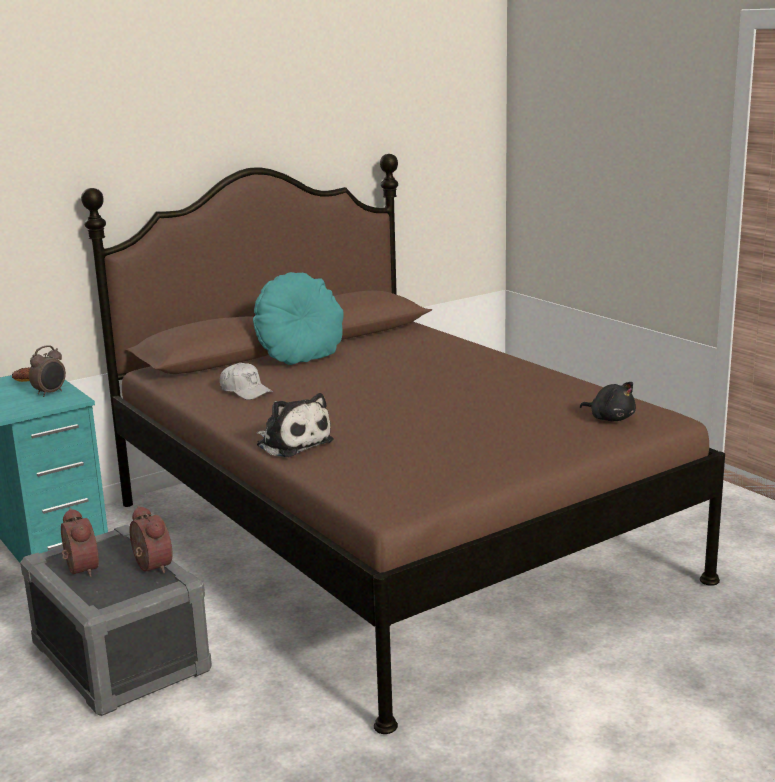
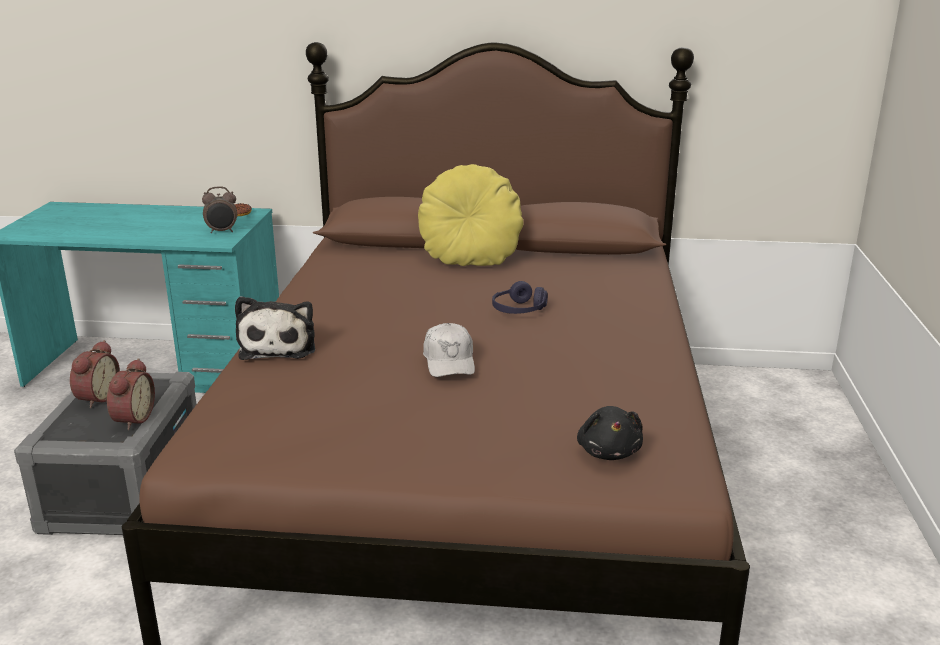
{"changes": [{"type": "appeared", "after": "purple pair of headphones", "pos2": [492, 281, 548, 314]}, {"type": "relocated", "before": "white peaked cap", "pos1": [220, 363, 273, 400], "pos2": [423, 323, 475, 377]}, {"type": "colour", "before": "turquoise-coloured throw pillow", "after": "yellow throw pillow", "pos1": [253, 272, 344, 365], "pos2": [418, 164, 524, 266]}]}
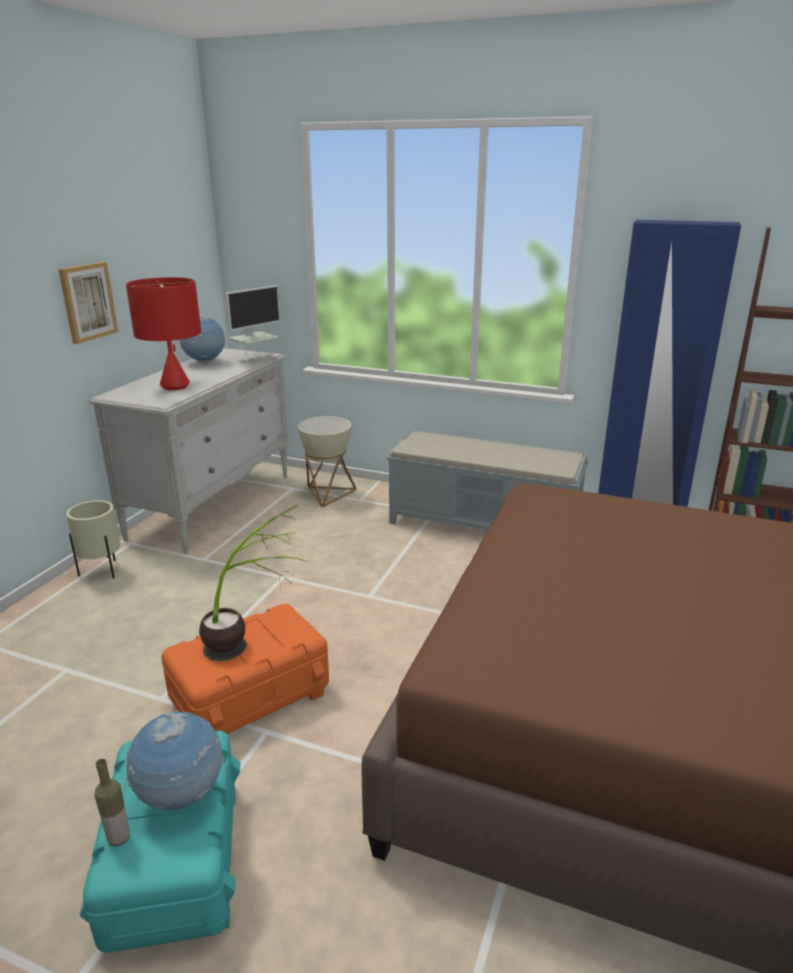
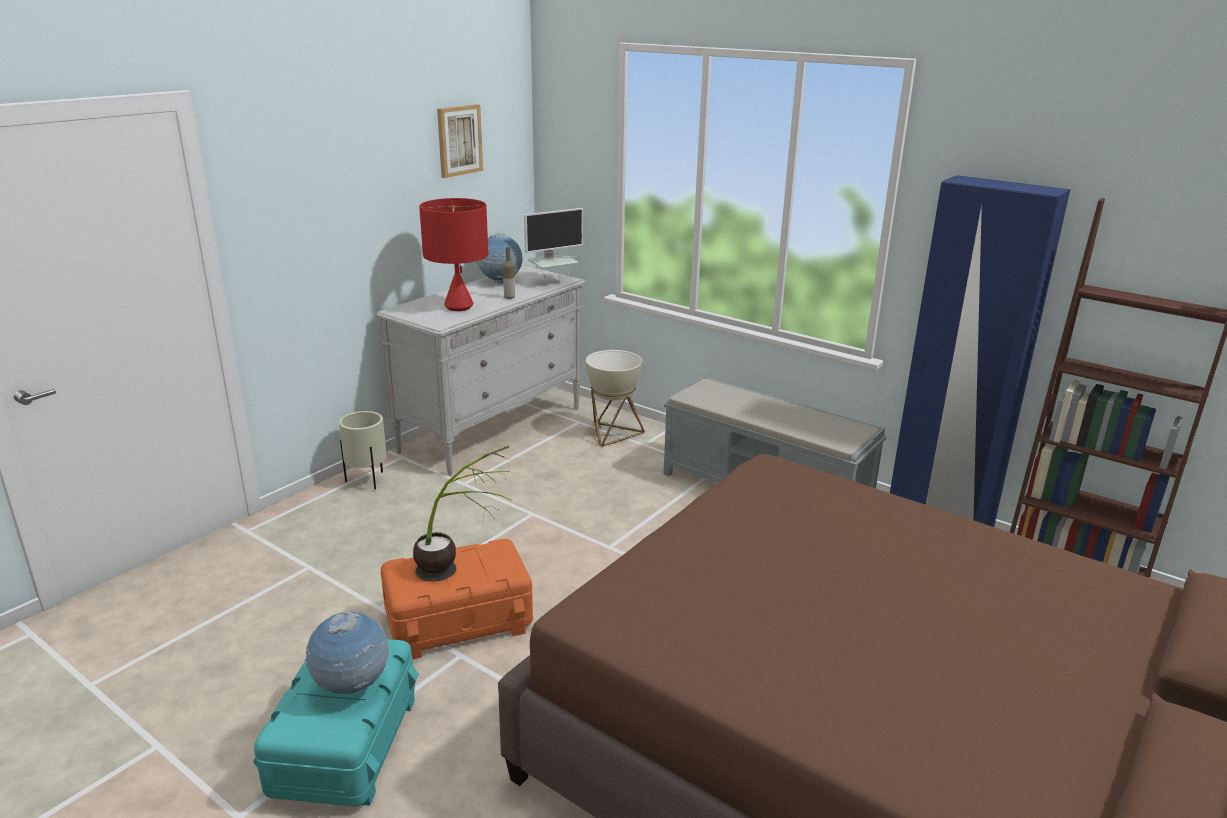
{"changes": [{"type": "relocated", "before": "picture", "pos1": [58, 262, 118, 344], "pos2": [437, 104, 483, 178]}, {"type": "relocated", "before": "beverage bottle", "pos1": [95, 759, 130, 846], "pos2": [503, 247, 515, 299]}]}
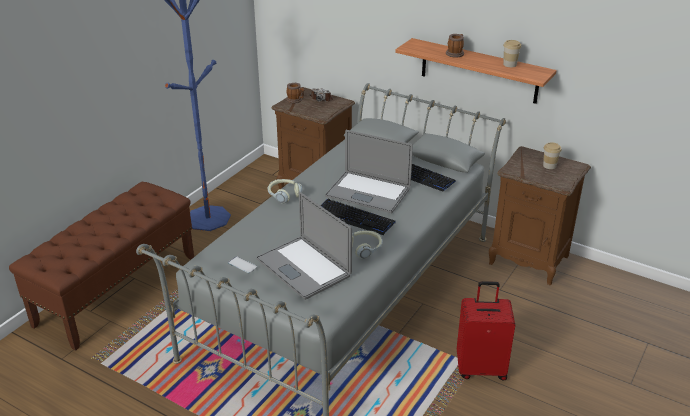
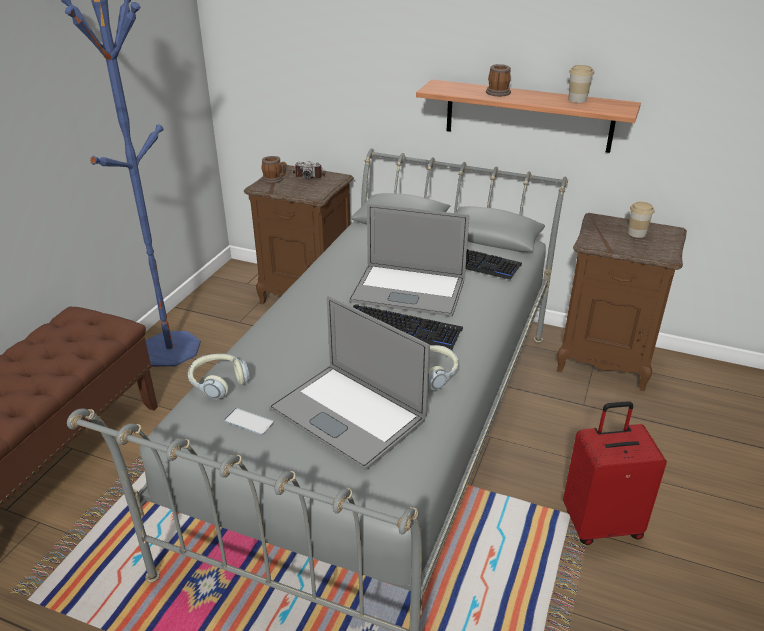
{"changes": [{"type": "relocated", "before": "pair of headphones", "pos1": [268, 179, 303, 204], "pos2": [188, 354, 250, 399]}]}
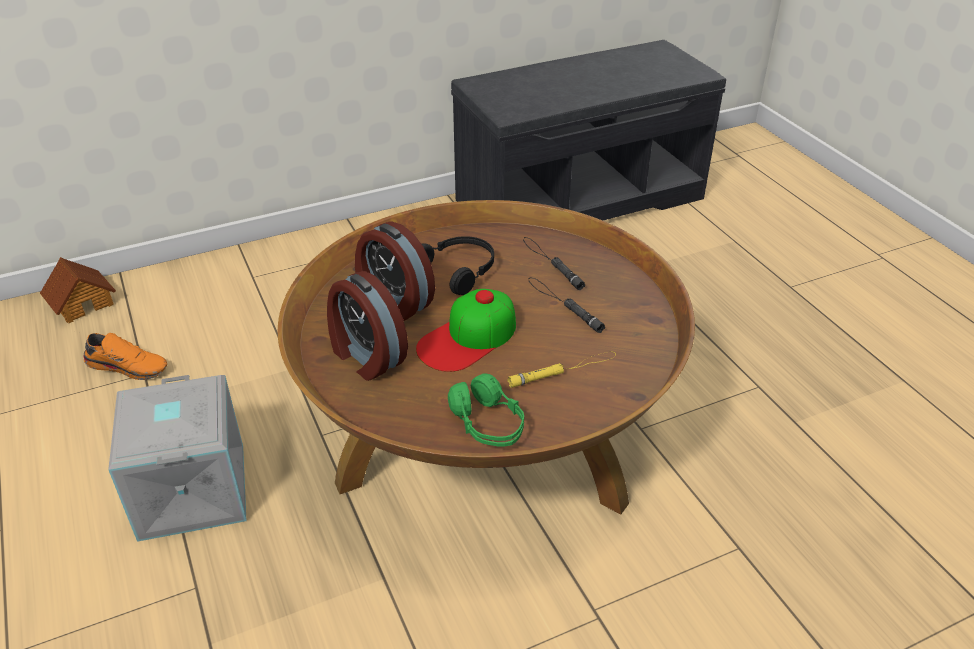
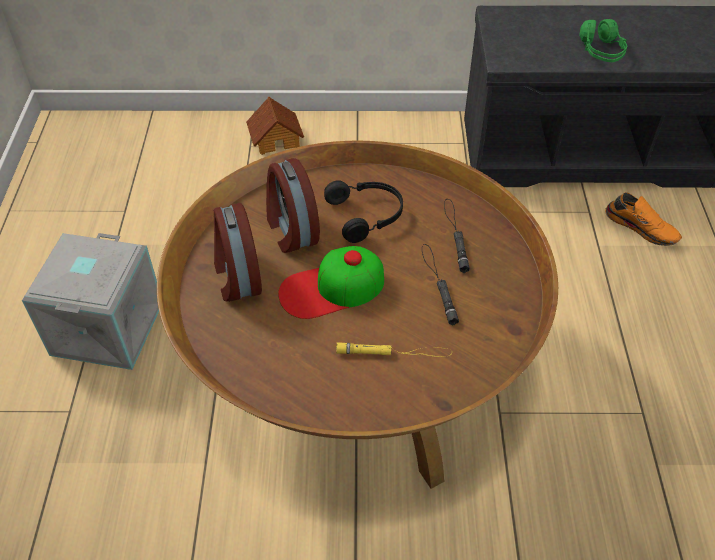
{"changes": [{"type": "relocated", "before": "toy house", "pos1": [40, 257, 116, 323], "pos2": [246, 97, 304, 155]}, {"type": "relocated", "before": "orangey item of footwear", "pos1": [84, 333, 167, 380], "pos2": [605, 192, 682, 246]}, {"type": "relocated", "before": "green pair of headphones", "pos1": [448, 374, 524, 447], "pos2": [580, 19, 627, 62]}]}
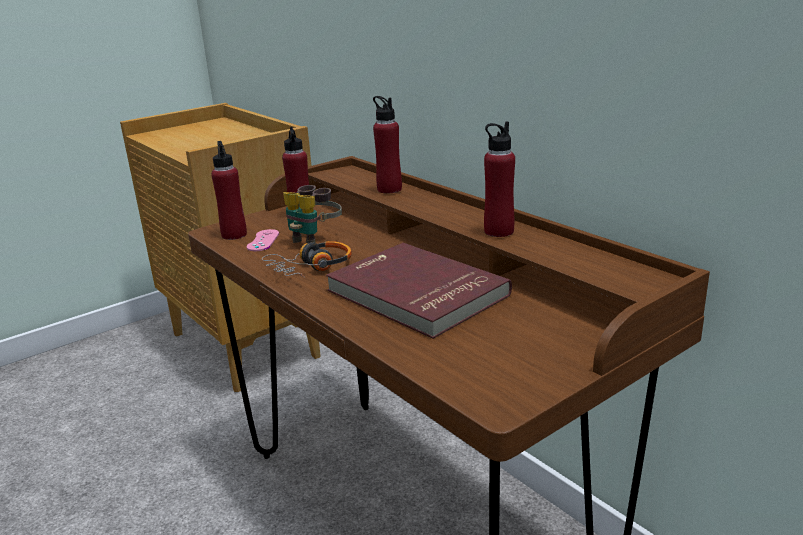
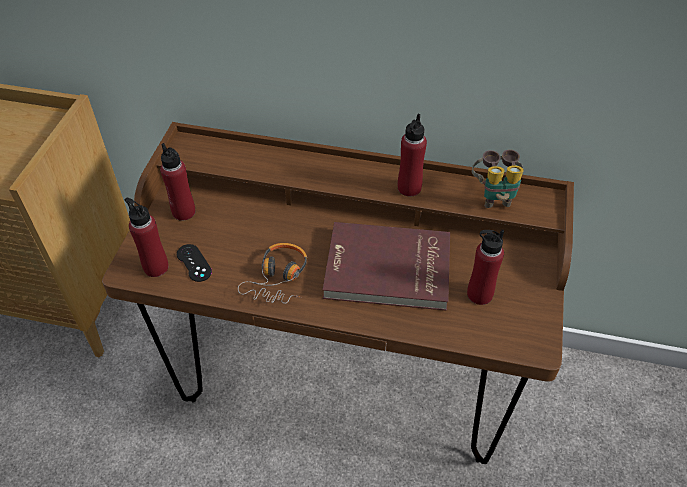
{"changes": [{"type": "relocated", "before": "pair of binoculars", "pos1": [283, 185, 342, 243], "pos2": [472, 149, 524, 208]}, {"type": "relocated", "before": "red-coloured beverage bottle", "pos1": [373, 96, 402, 194], "pos2": [467, 230, 504, 305]}, {"type": "colour", "before": "pink-coloured joypad", "after": "black-coloured joypad", "pos1": [247, 229, 279, 251], "pos2": [177, 244, 212, 282]}]}
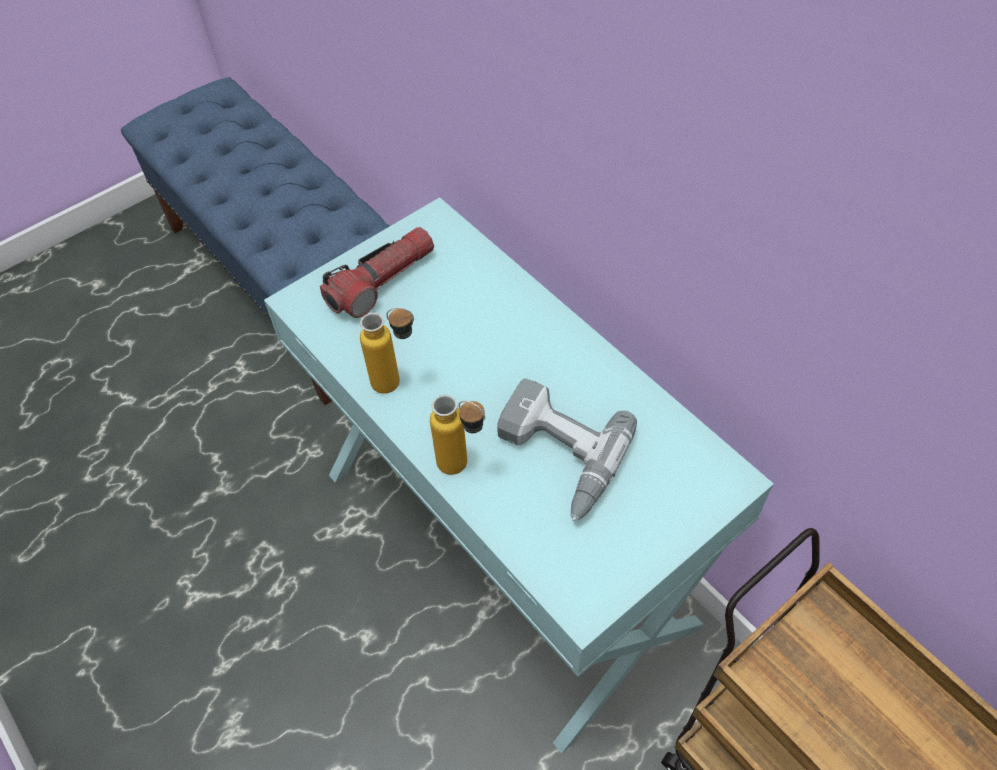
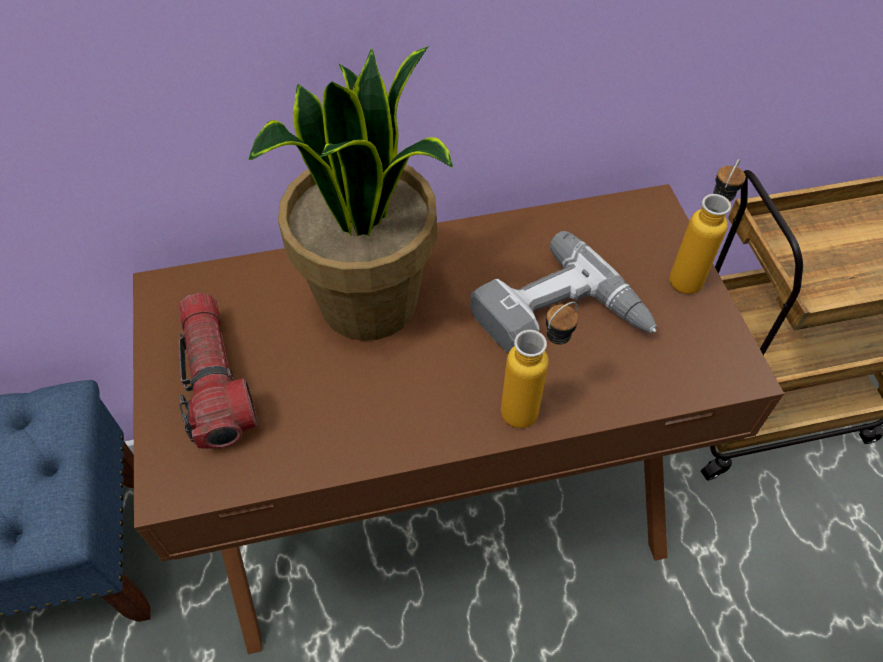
{"changes": [{"type": "appeared", "after": "plant in a pot", "pos2": [248, 46, 453, 341]}, {"type": "relocated", "before": "beverage bottle", "pos1": [360, 307, 414, 394], "pos2": [669, 159, 746, 294]}, {"type": "colour", "before": "turquoise-coloured desk unit", "after": "brown-coloured desk unit", "pos1": [264, 197, 774, 753], "pos2": [133, 184, 784, 654]}]}
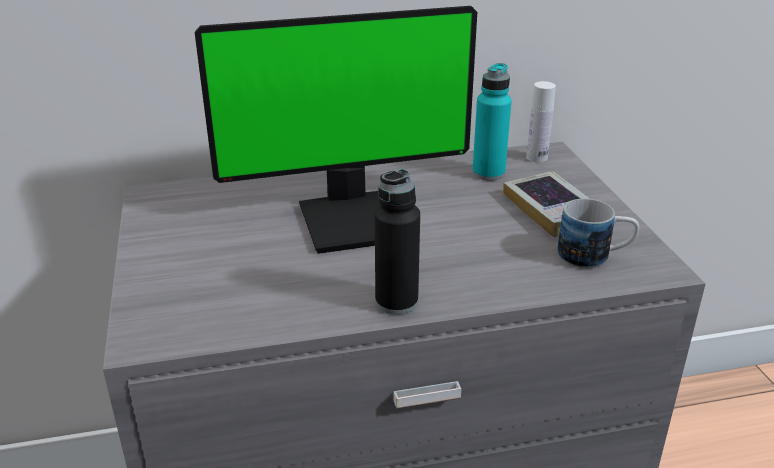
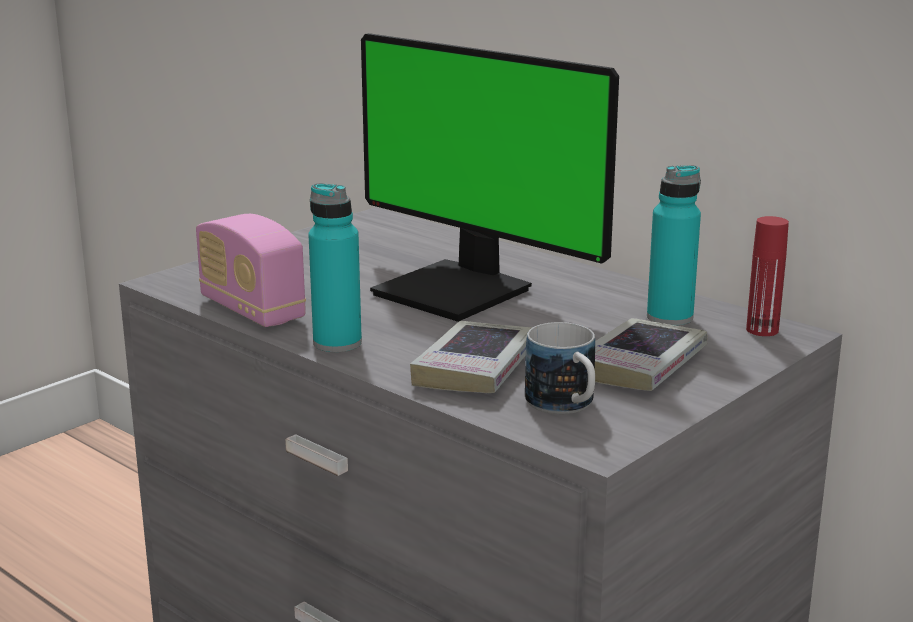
{"changes": [{"type": "appeared", "after": "radio", "pos2": [196, 214, 306, 327]}, {"type": "appeared", "after": "book", "pos2": [410, 321, 533, 393]}, {"type": "colour", "before": "black-coloured beverage bottle", "after": "turquoise-coloured beverage bottle", "pos1": [375, 169, 420, 315], "pos2": [308, 183, 362, 352]}, {"type": "colour", "before": "white beverage bottle", "after": "red-coloured beverage bottle", "pos1": [526, 81, 556, 162], "pos2": [746, 216, 789, 336]}]}
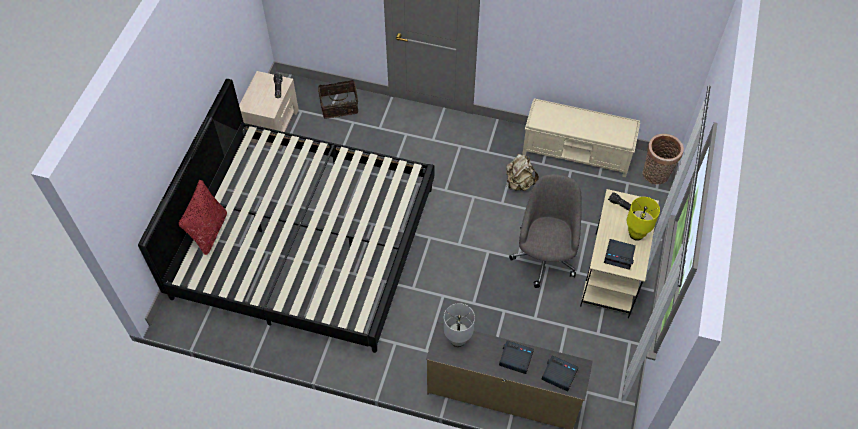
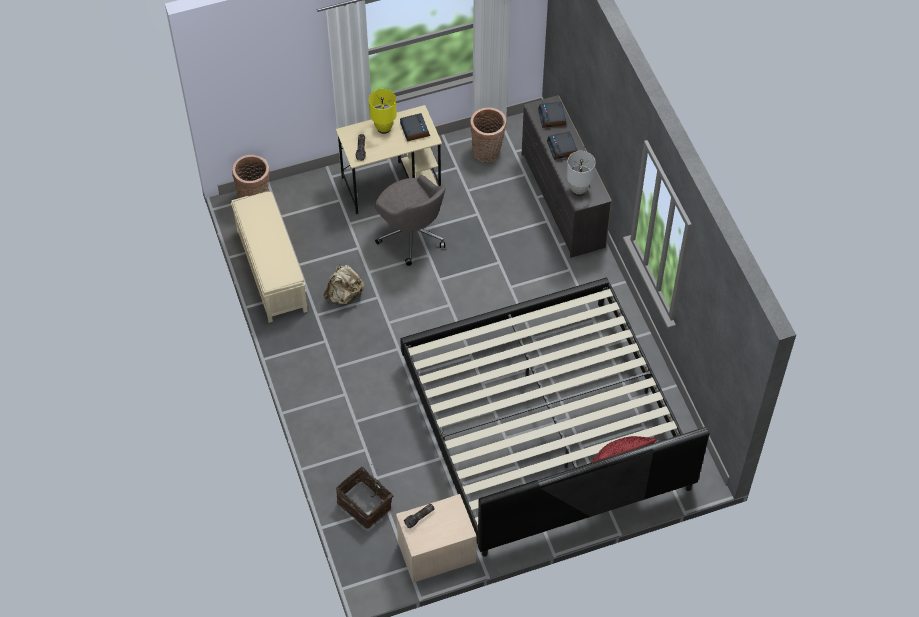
{"changes": [{"type": "appeared", "after": "storage basket", "pos2": [470, 107, 506, 162]}, {"type": "spun", "before": "greyish office chair", "pos1": [509, 174, 582, 288], "pos2": [375, 175, 446, 266], "turn": -105}]}
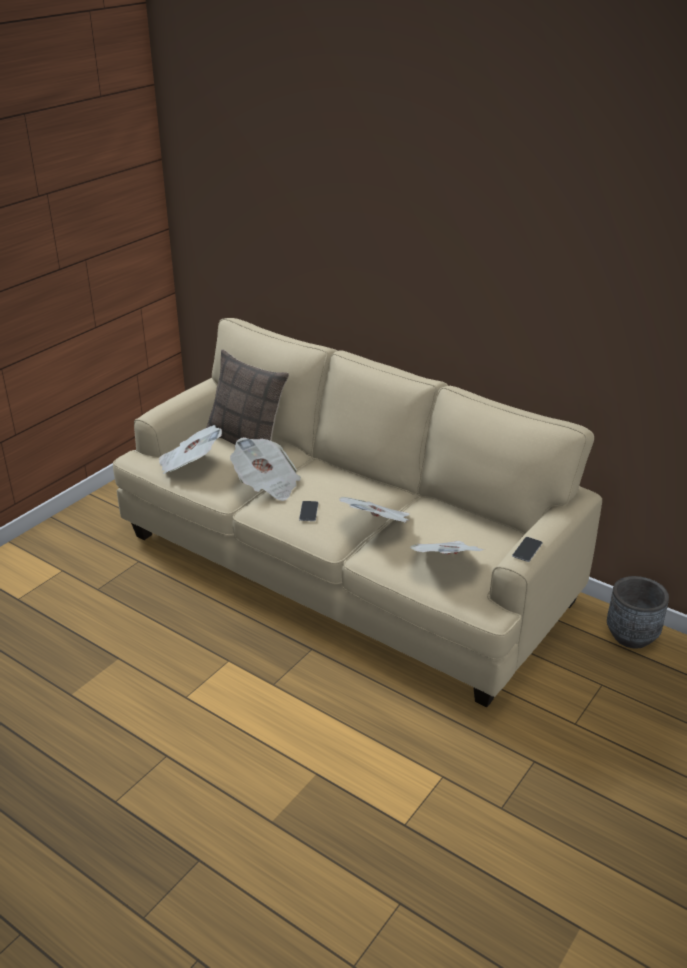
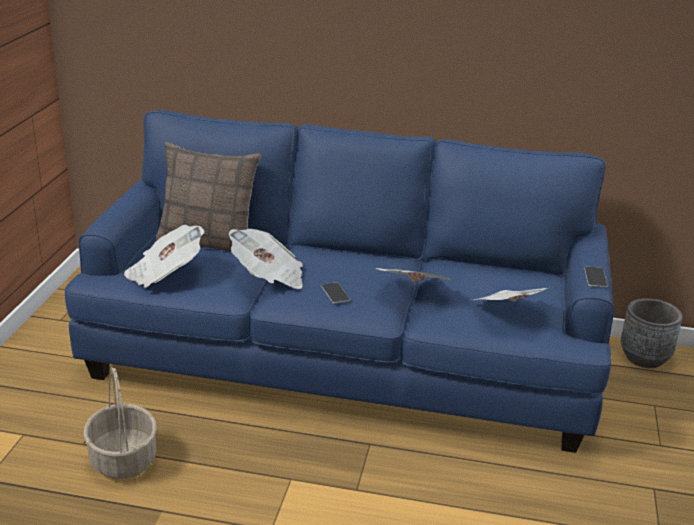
{"changes": [{"type": "appeared", "after": "storage basket", "pos2": [83, 367, 157, 479]}, {"type": "colour", "before": "beige-coloured settee", "after": "blue-coloured settee", "pos1": [113, 318, 602, 707], "pos2": [65, 110, 614, 453]}]}
